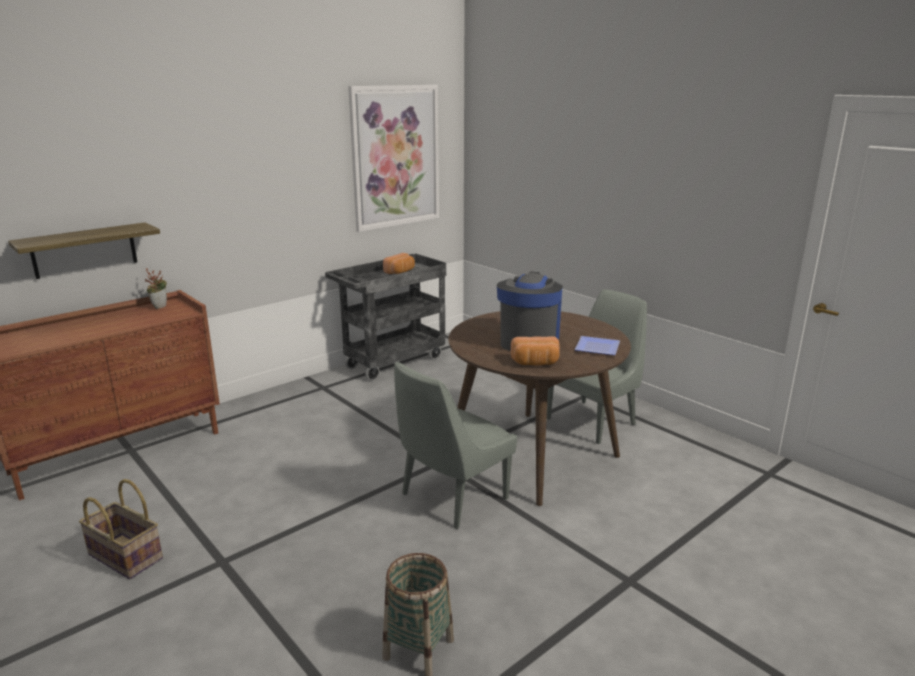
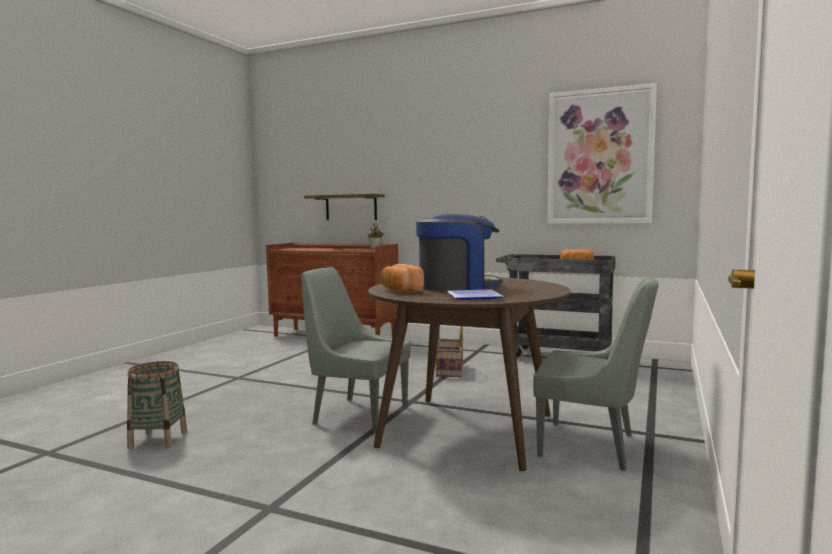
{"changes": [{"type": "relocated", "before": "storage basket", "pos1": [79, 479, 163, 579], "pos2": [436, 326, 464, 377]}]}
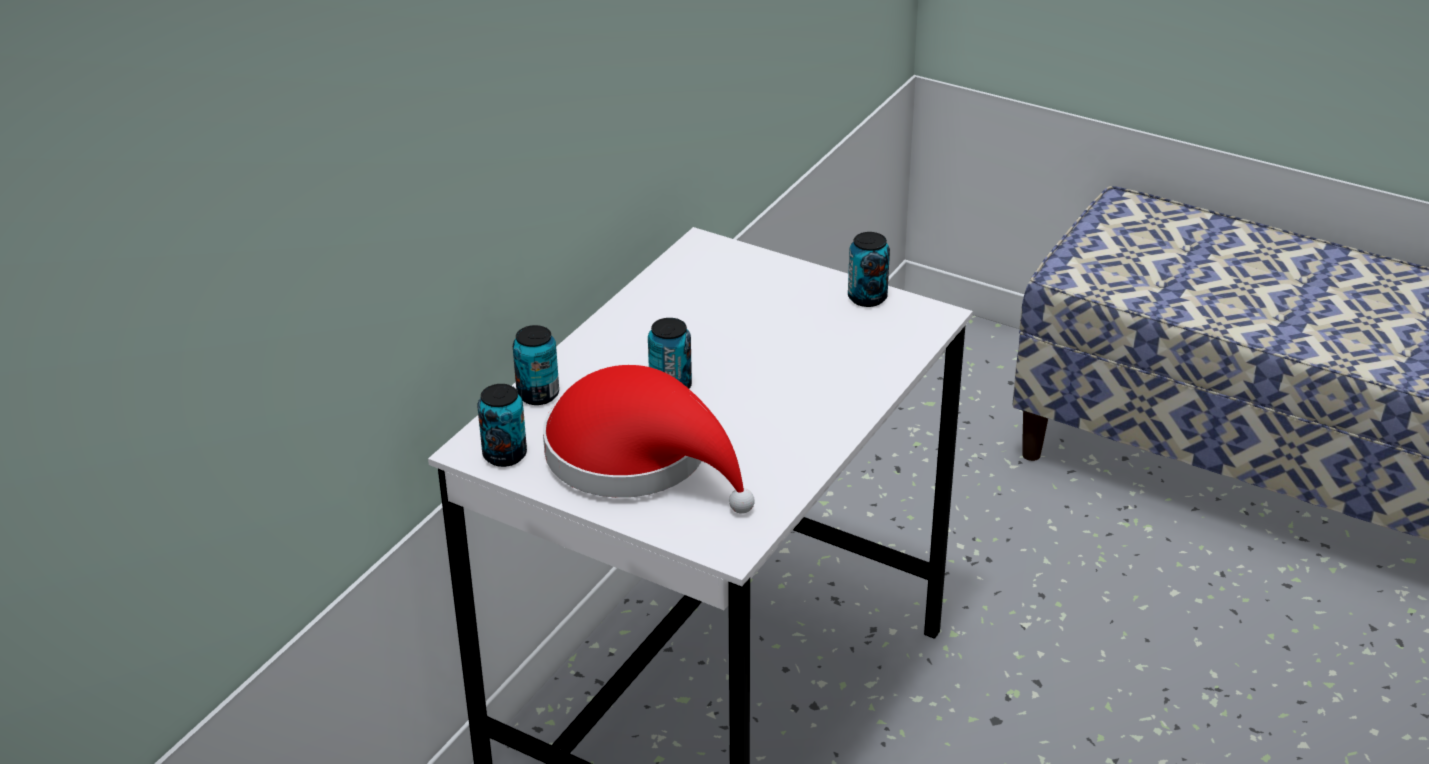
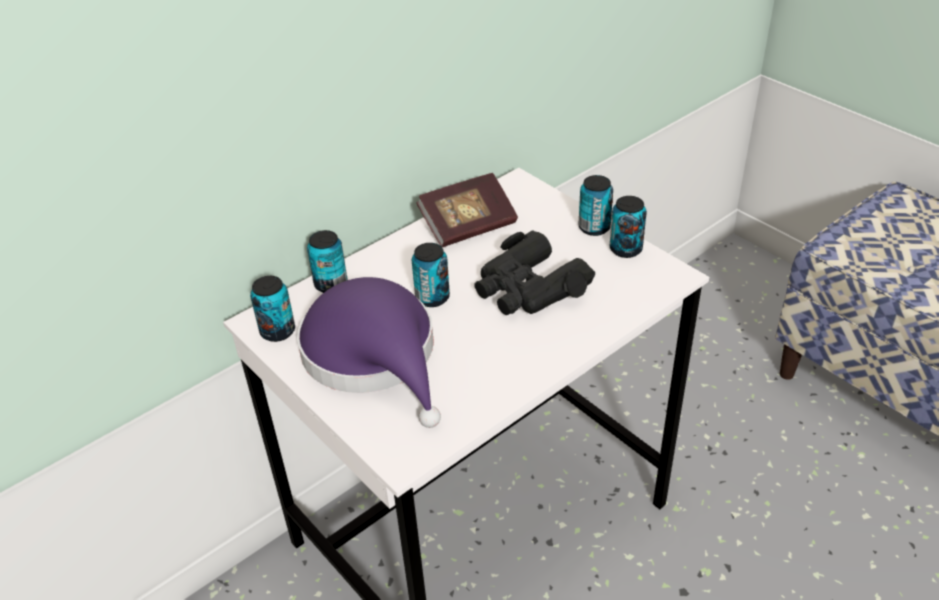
{"changes": [{"type": "appeared", "after": "book", "pos2": [416, 173, 518, 247]}, {"type": "appeared", "after": "black-coloured pair of binoculars", "pos2": [474, 230, 595, 315]}, {"type": "appeared", "after": "metal can", "pos2": [578, 175, 613, 236]}, {"type": "colour", "before": "red-coloured clothing hat", "after": "purple clothing hat", "pos1": [543, 365, 755, 514], "pos2": [297, 277, 441, 428]}]}
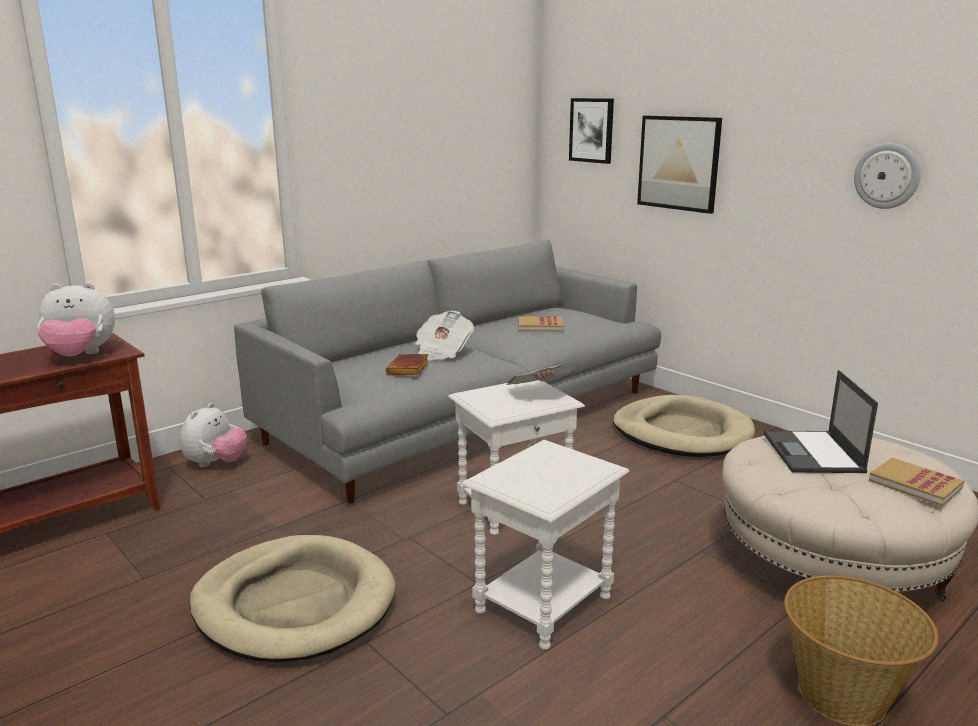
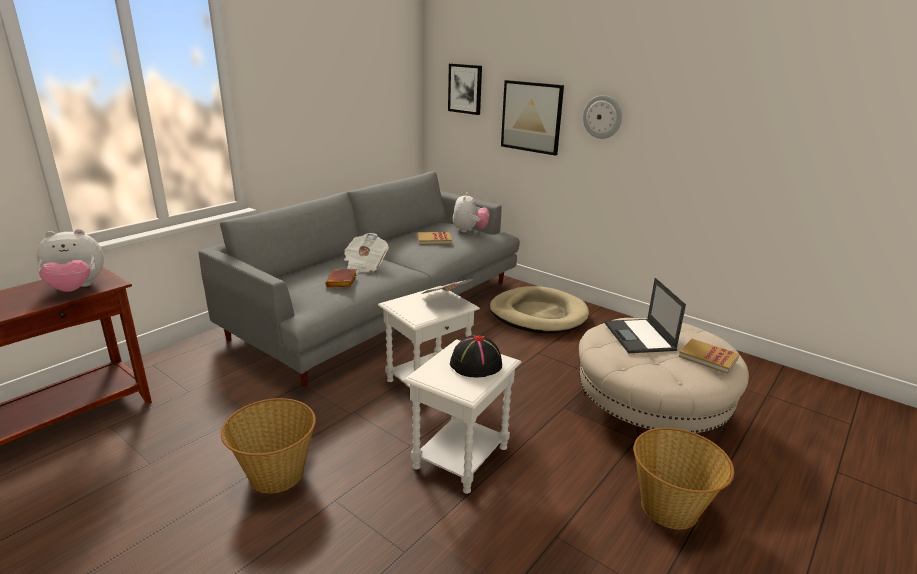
{"changes": [{"type": "appeared", "after": "black-coloured clothing hat", "pos2": [450, 335, 502, 377]}, {"type": "relocated", "before": "soft toy", "pos1": [180, 403, 247, 467], "pos2": [453, 193, 490, 233]}, {"type": "relocated", "before": "wall clock", "pos1": [854, 143, 921, 209], "pos2": [583, 95, 622, 139]}, {"type": "exchanged", "before": "beige-coloured dog bed", "after": "storage basket", "pos1": [189, 535, 396, 662], "pos2": [221, 398, 316, 493]}]}
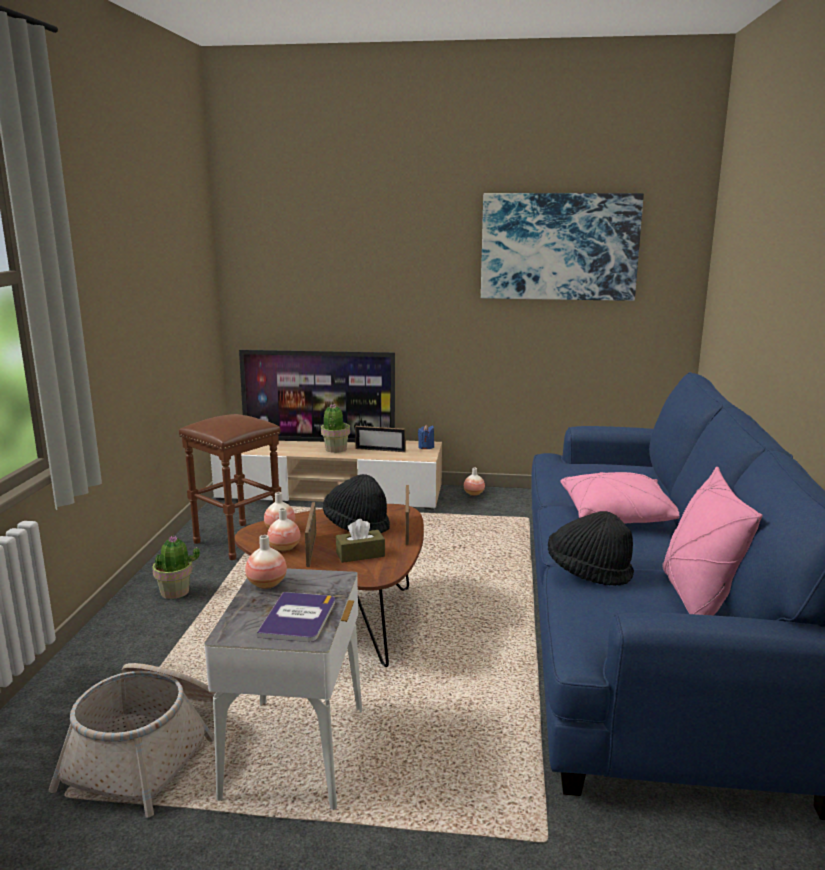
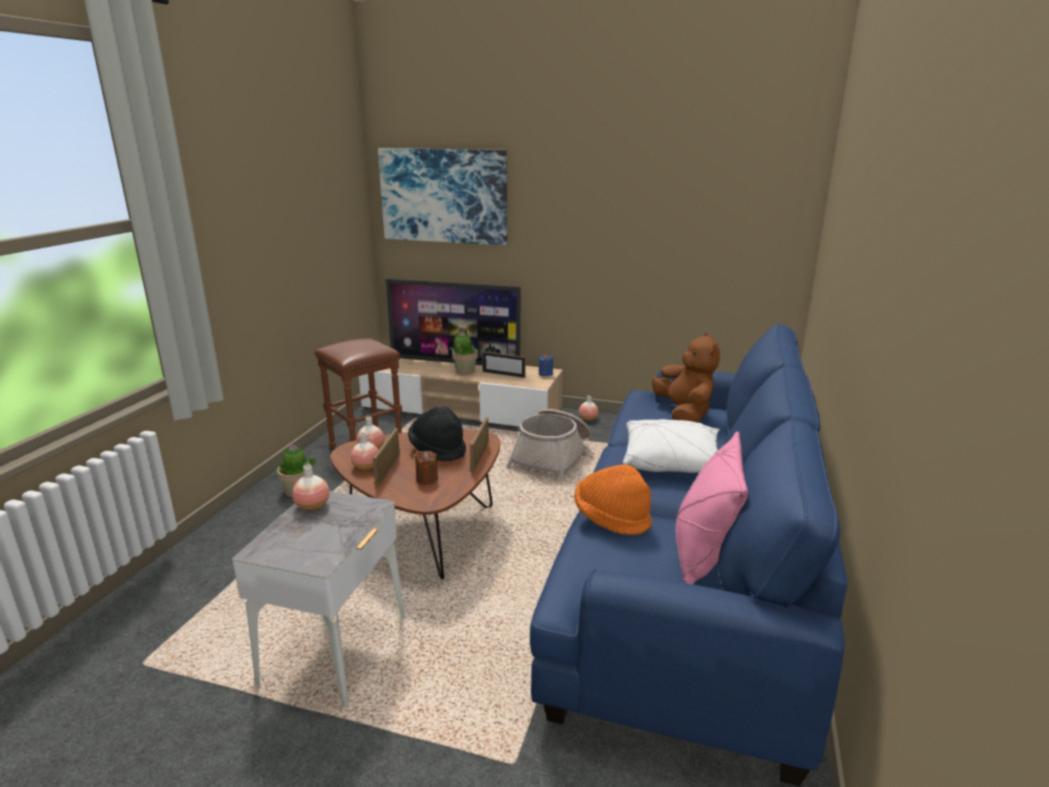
{"changes": [{"type": "missing", "before": "book", "pos1": [257, 592, 335, 642]}, {"type": "appeared", "after": "brown-coloured soft toy", "pos2": [652, 333, 720, 423]}, {"type": "relocated", "before": "storage basket", "pos1": [49, 663, 216, 818], "pos2": [506, 409, 591, 481]}, {"type": "relocated", "before": "picture", "pos1": [481, 193, 644, 301], "pos2": [378, 148, 507, 245]}, {"type": "exchanged", "before": "brown-coloured tissue box", "after": "brown-coloured candle", "pos1": [336, 519, 385, 563], "pos2": [415, 451, 438, 485]}, {"type": "colour", "before": "black-coloured clothing hat", "after": "orangey clothing hat", "pos1": [548, 511, 634, 586], "pos2": [574, 464, 652, 535]}, {"type": "colour", "before": "pink-coloured throw pillow", "after": "white throw pillow", "pos1": [560, 472, 679, 524], "pos2": [623, 419, 720, 473]}]}
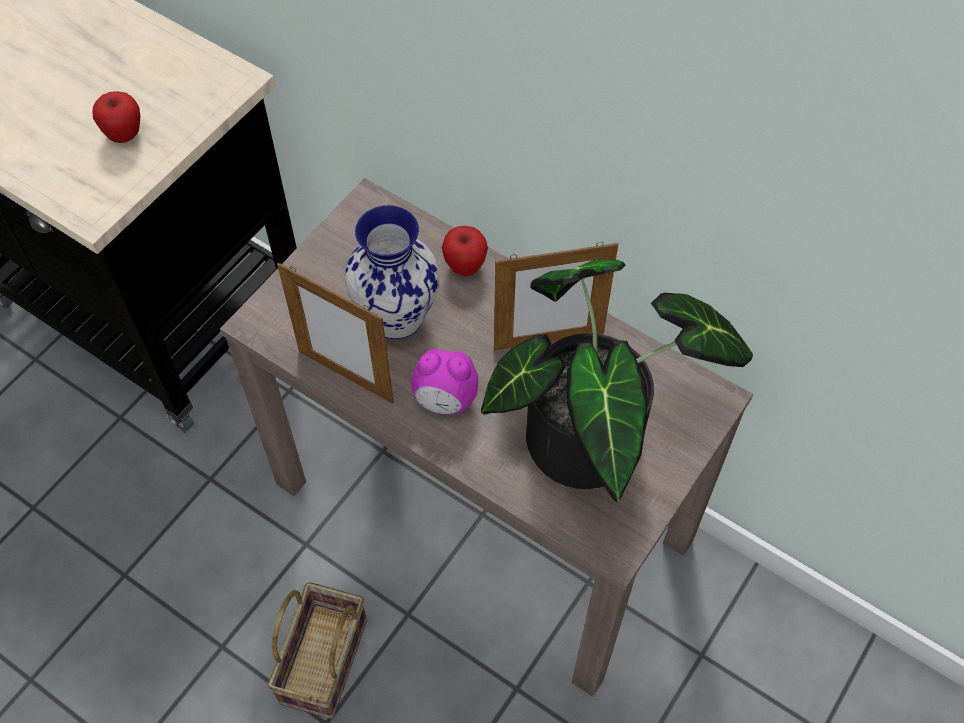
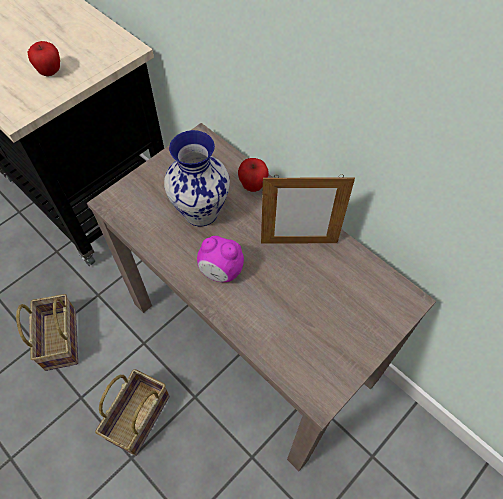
{"changes": [{"type": "missing", "before": "photo frame", "pos1": [277, 263, 394, 404]}, {"type": "missing", "before": "plant in a pot", "pos1": [481, 260, 753, 502]}, {"type": "appeared", "after": "storage basket", "pos2": [16, 294, 78, 371]}]}
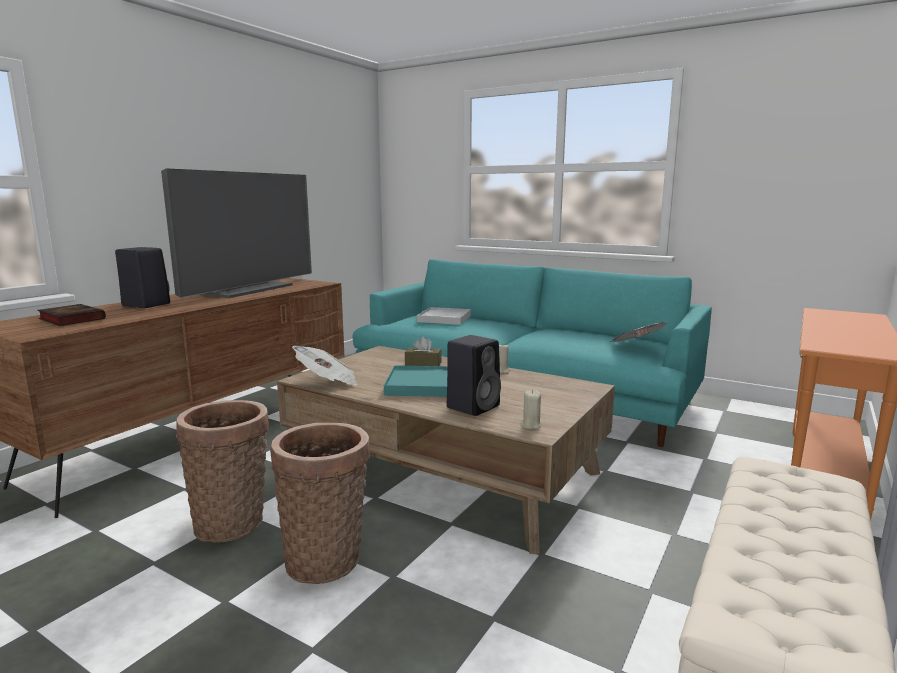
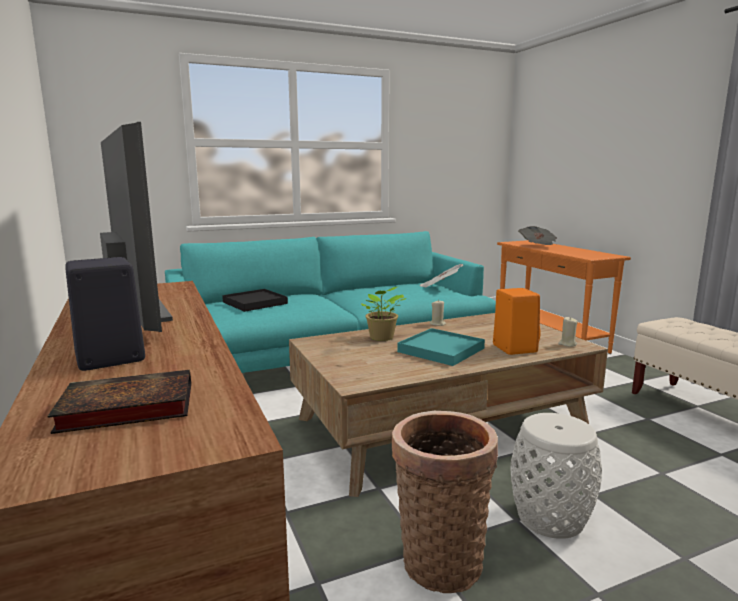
{"changes": [{"type": "relocated", "before": "printed paper", "pos1": [292, 346, 358, 386], "pos2": [518, 226, 557, 245]}, {"type": "exchanged", "before": "storage basket", "after": "white sitting stool", "pos1": [270, 423, 370, 584], "pos2": [511, 413, 602, 539]}, {"type": "exchanged", "before": "brown-coloured tissue box", "after": "plant in a pot", "pos1": [405, 337, 442, 366], "pos2": [361, 287, 407, 341]}, {"type": "colour", "before": "white serving tray", "after": "black-coloured serving tray", "pos1": [417, 307, 471, 325], "pos2": [222, 289, 288, 312]}, {"type": "colour", "before": "black-coloured speaker", "after": "orangey speaker", "pos1": [447, 335, 501, 416], "pos2": [493, 288, 541, 355]}]}
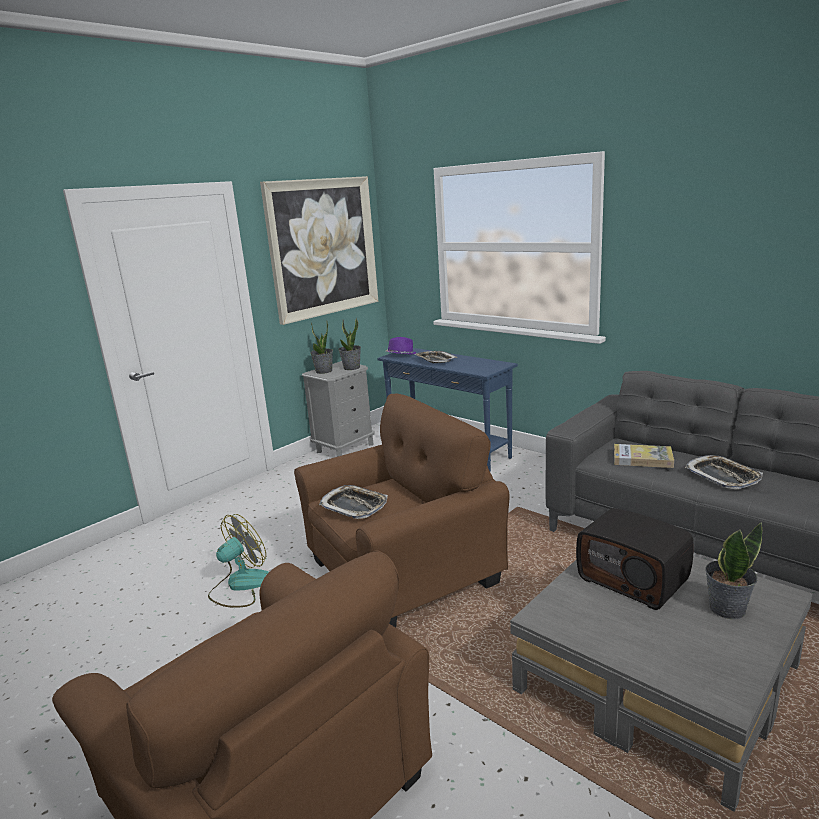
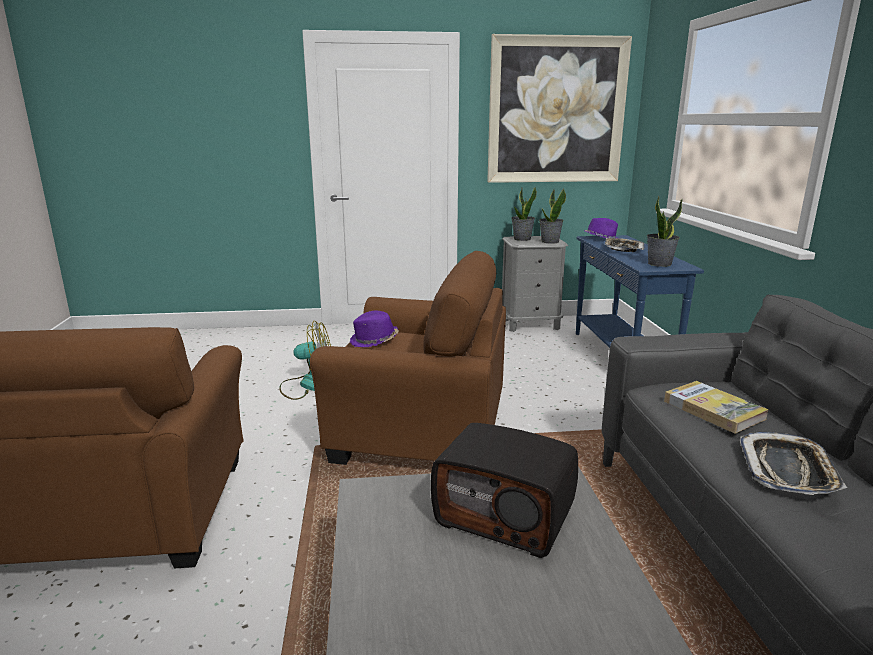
{"changes": [{"type": "relocated", "before": "plant in a pot", "pos1": [705, 522, 762, 619], "pos2": [647, 196, 683, 267]}, {"type": "exchanged", "before": "serving tray", "after": "purple clothing hat", "pos1": [319, 485, 388, 519], "pos2": [350, 311, 399, 347]}, {"type": "spun", "before": "radio", "pos1": [576, 508, 694, 610], "pos2": [431, 423, 578, 558], "turn": -60}]}
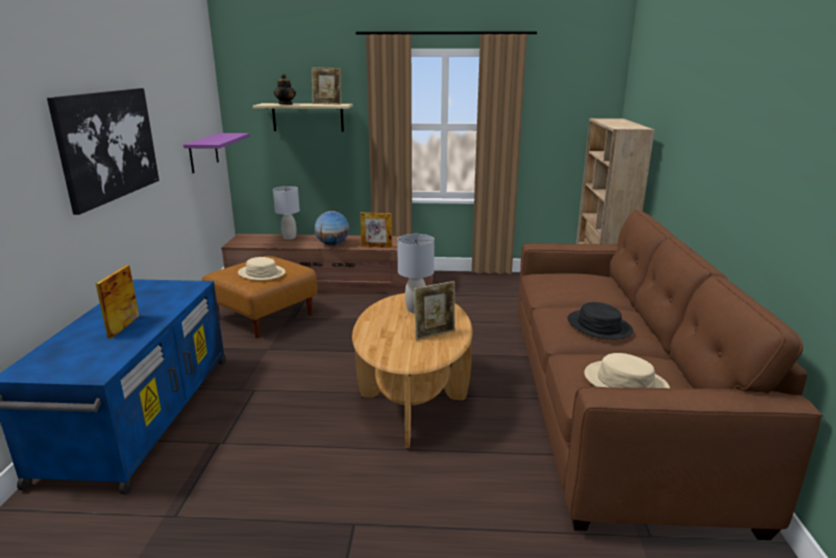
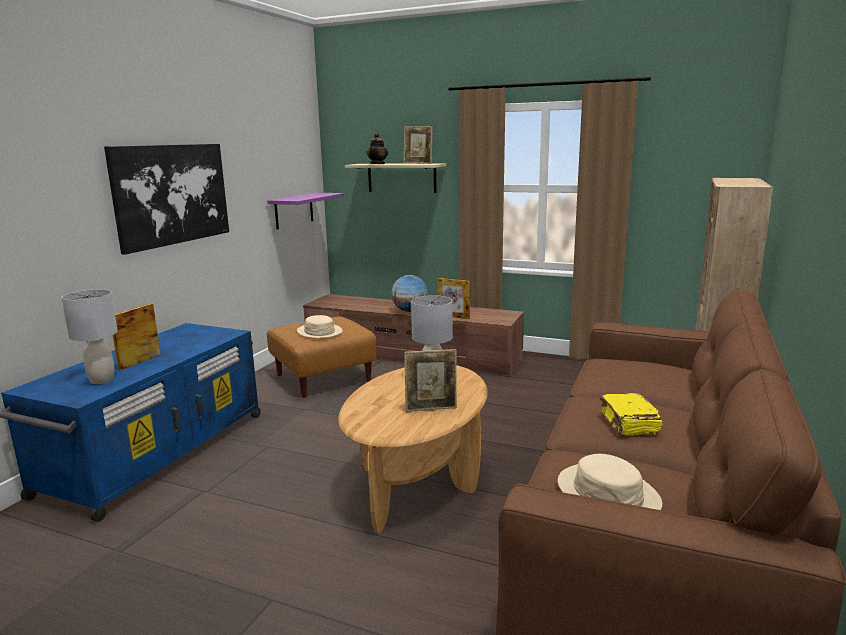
{"changes": [{"type": "relocated", "before": "greyish tabletop lamp", "pos1": [273, 186, 300, 240], "pos2": [61, 289, 118, 384]}, {"type": "exchanged", "before": "black-coloured clothing hat", "after": "yellow book", "pos1": [567, 302, 633, 340], "pos2": [600, 393, 663, 437]}]}
